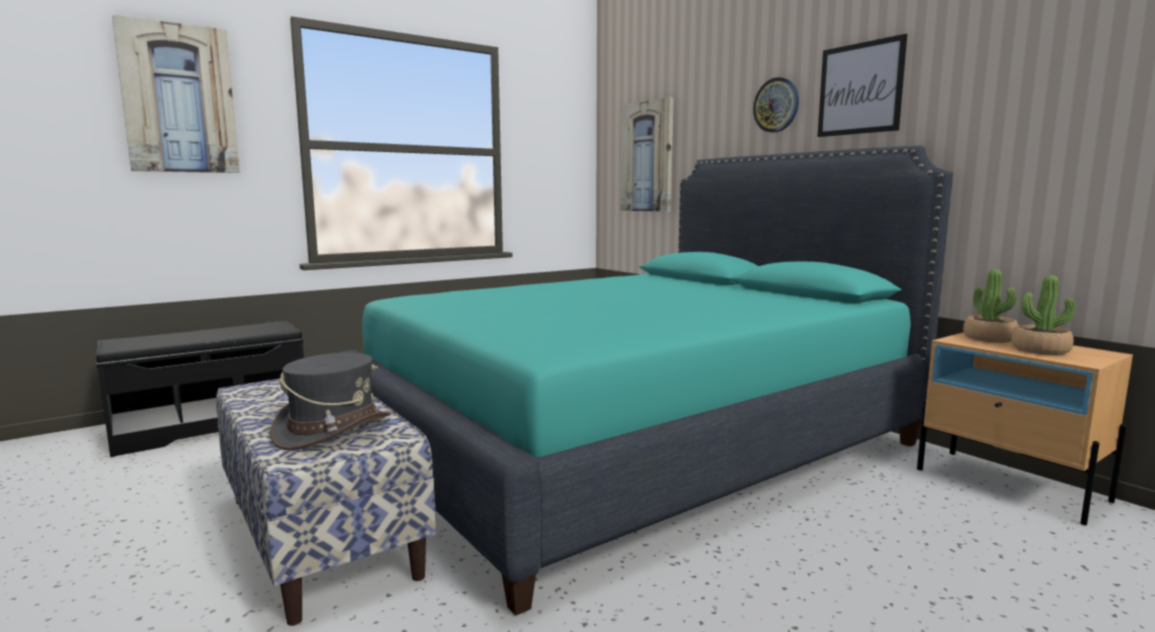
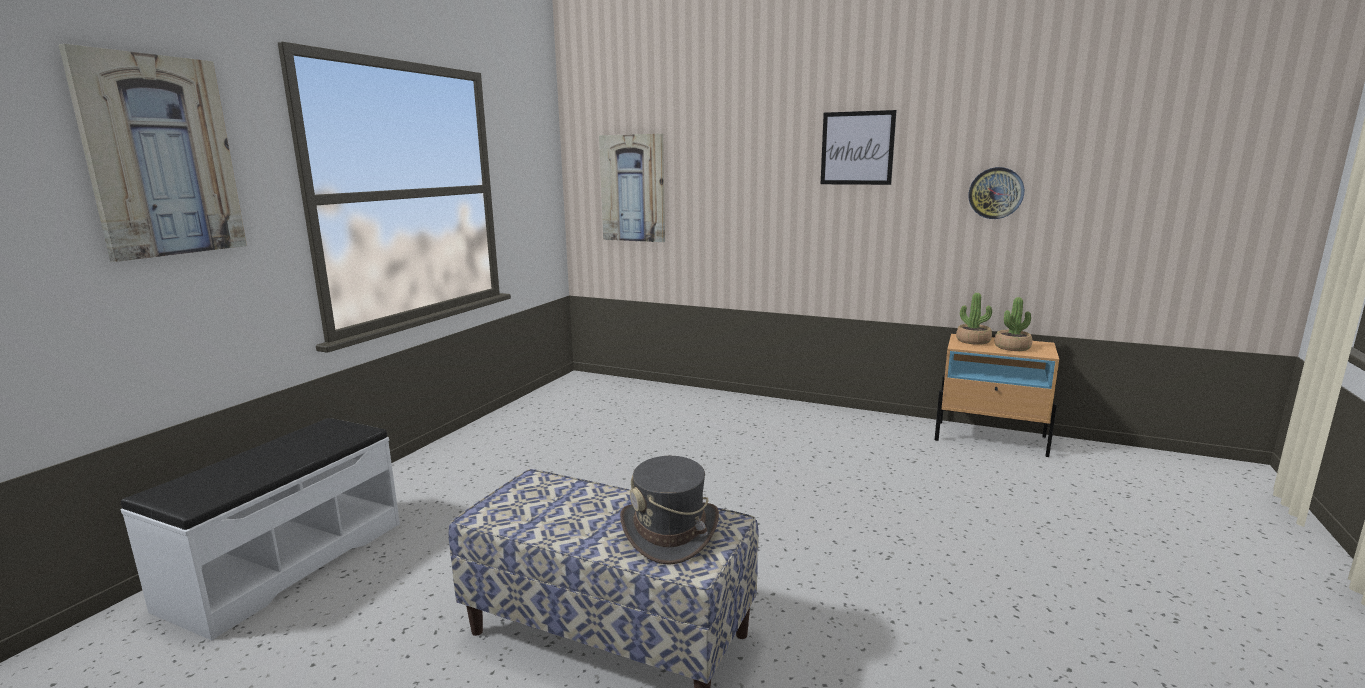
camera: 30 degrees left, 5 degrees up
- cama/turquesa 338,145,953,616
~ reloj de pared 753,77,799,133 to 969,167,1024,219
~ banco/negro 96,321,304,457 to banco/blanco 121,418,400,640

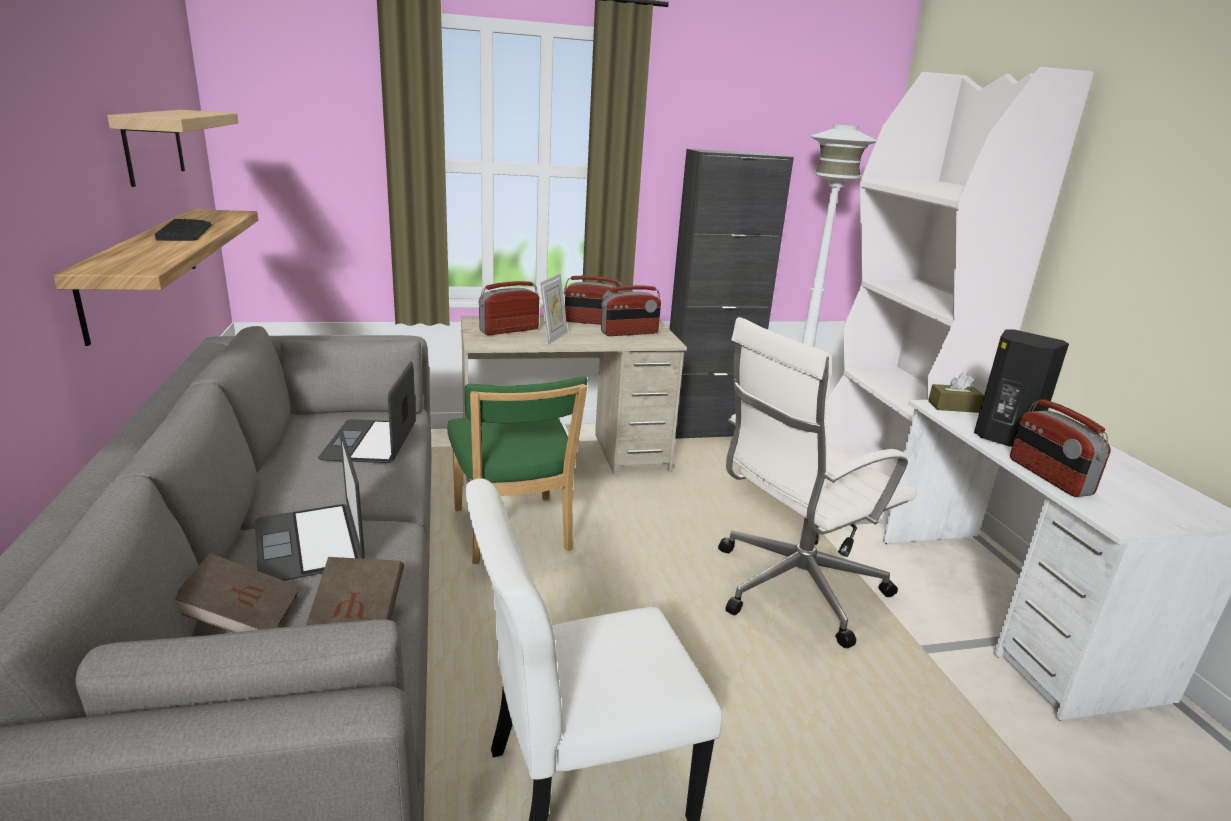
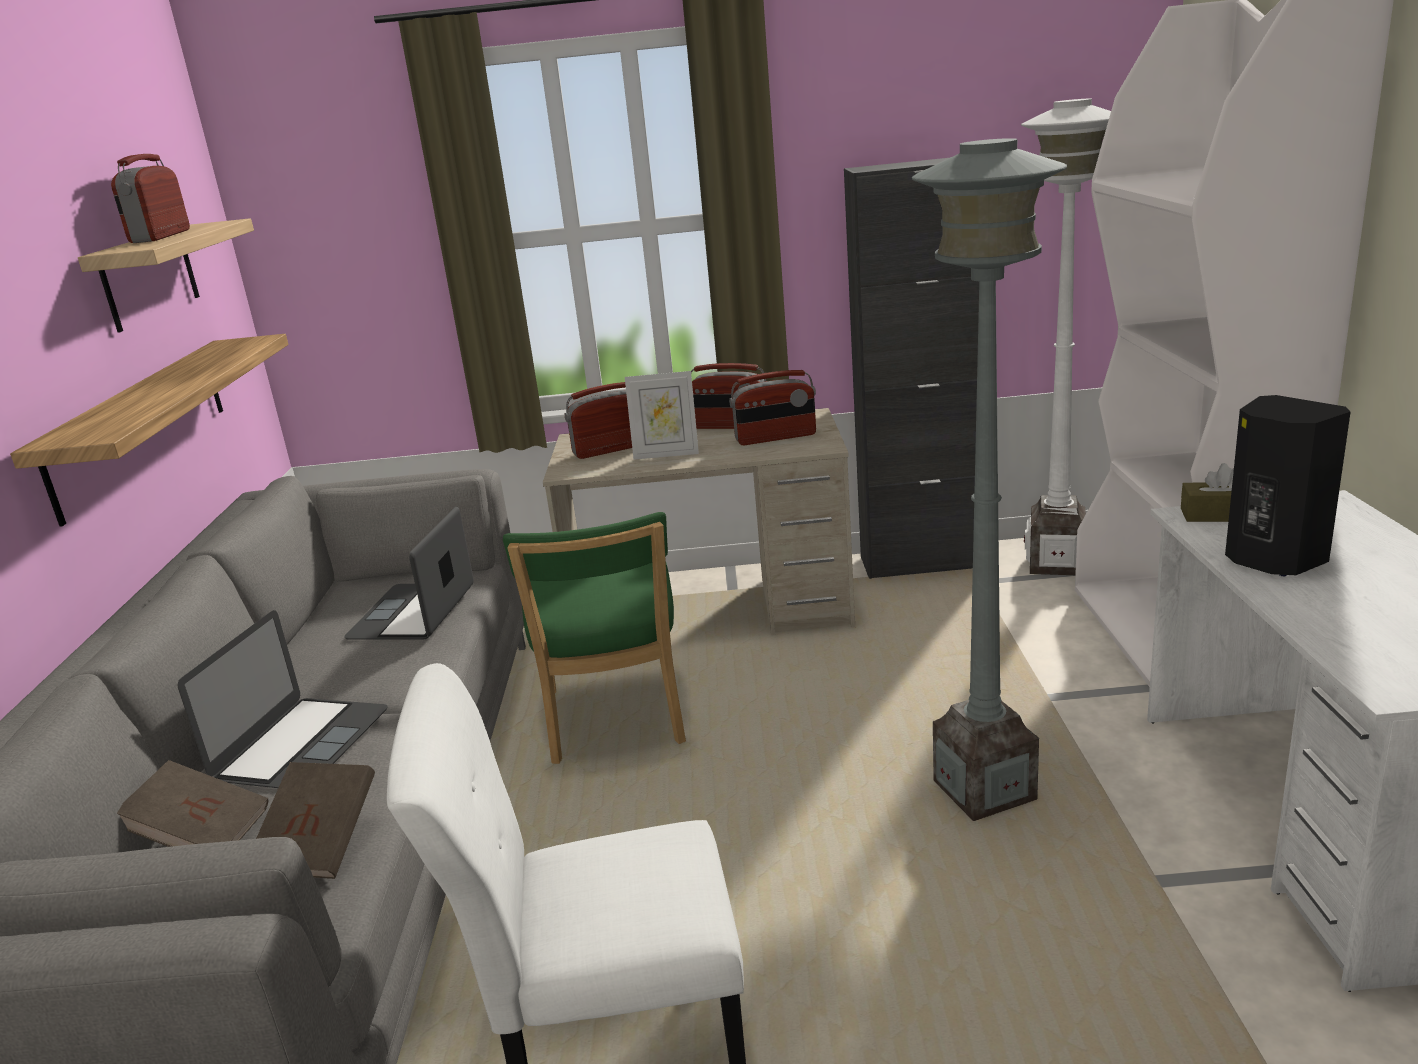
camera: 15 degrees right, 0 degrees up
- teclado 155,219,211,241
~ radio 1010,399,1111,497 to 111,154,190,243
~ silla de oficina/blanco 718,317,917,649 to lámpara de pie/gris 912,138,1067,821
~ portátil 255,430,365,581 = 177,610,388,788 150 degrees counterclockwise
~ portarretratos 540,273,568,345 = 625,371,699,460 60 degrees clockwise

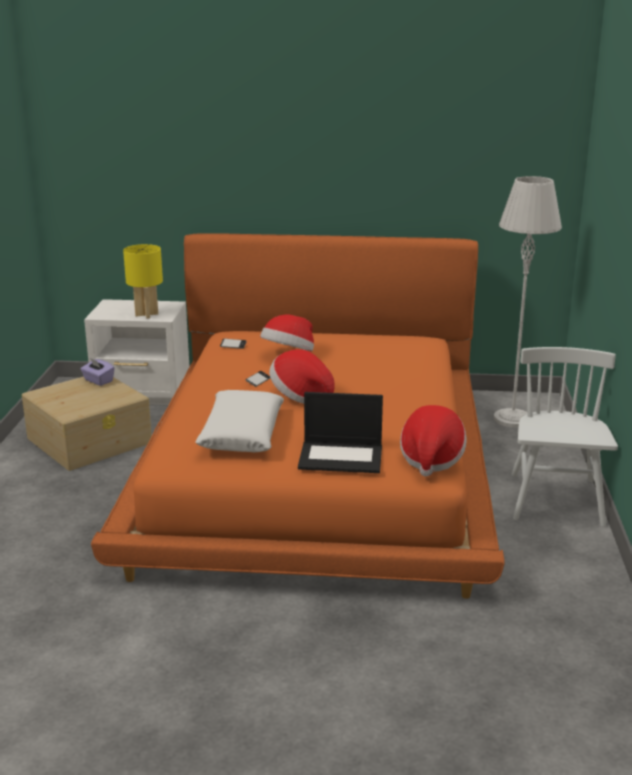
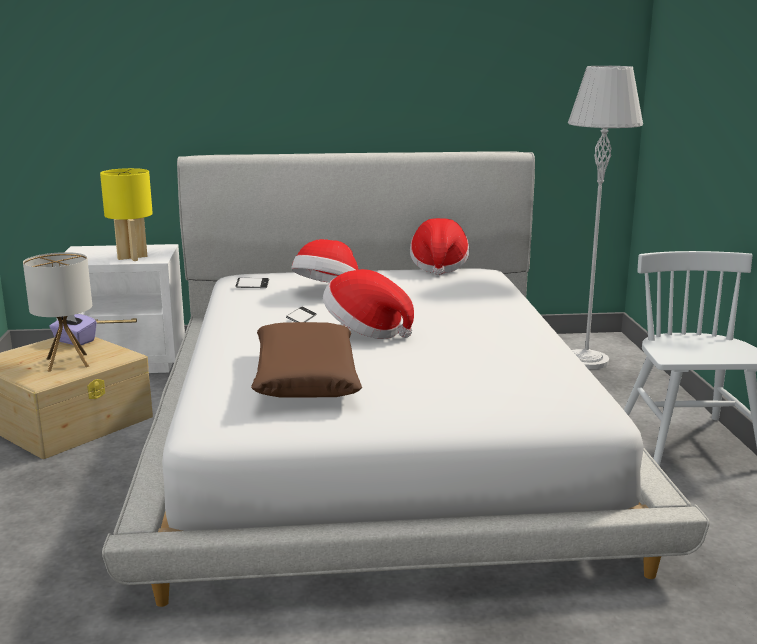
camera: 10 degrees left, 5 degrees down
- portátil 298,392,383,473
+ lámpara de mesa 23,252,92,372
~ sombrero 400,405,467,477 to 410,218,469,275
~ cama/naranja 91,233,505,599 to cama/blanco 102,151,710,607
~ cojín/blanco 196,390,284,452 to cojín/marrón 251,322,362,397

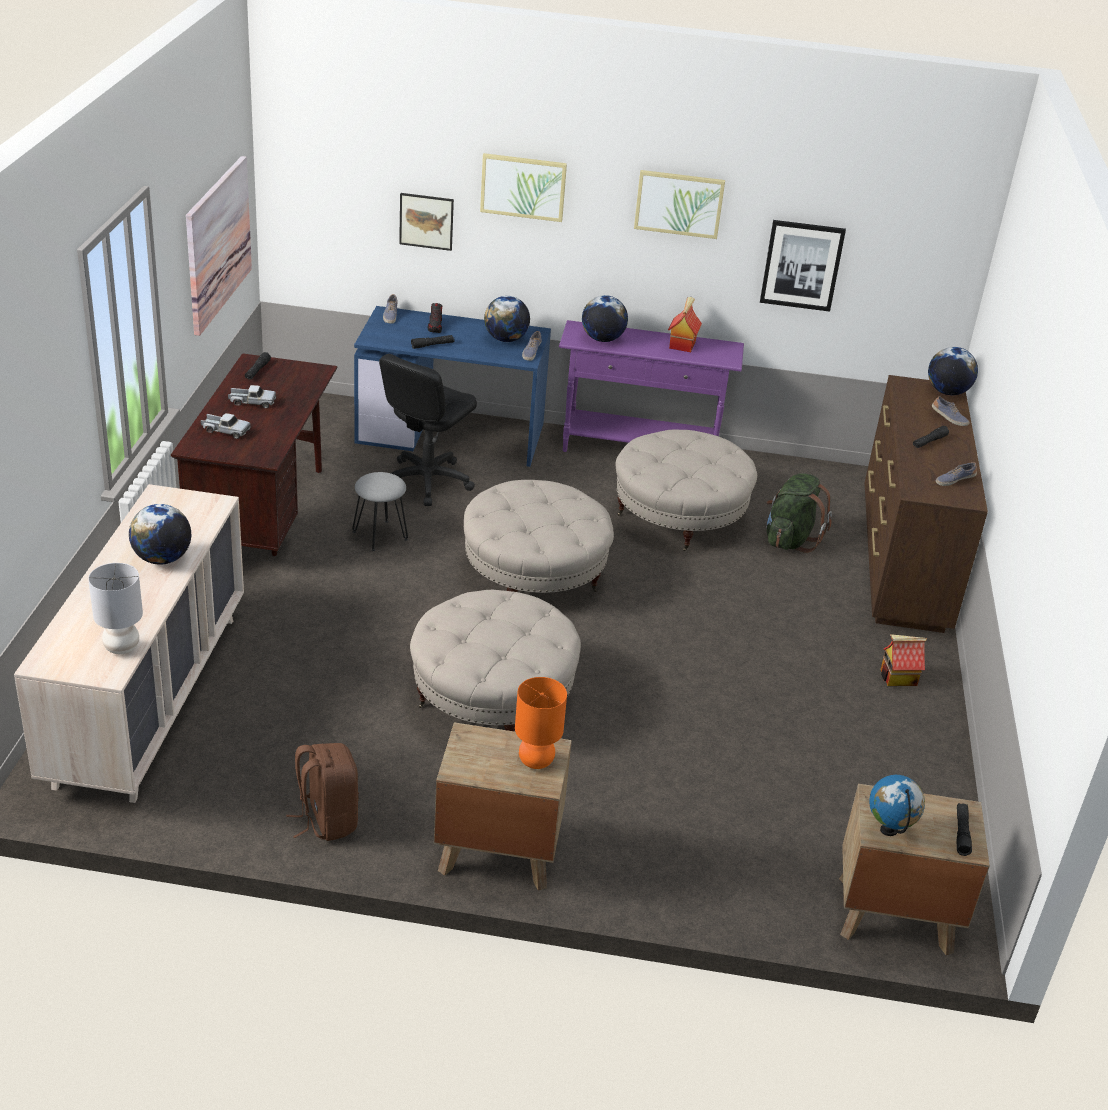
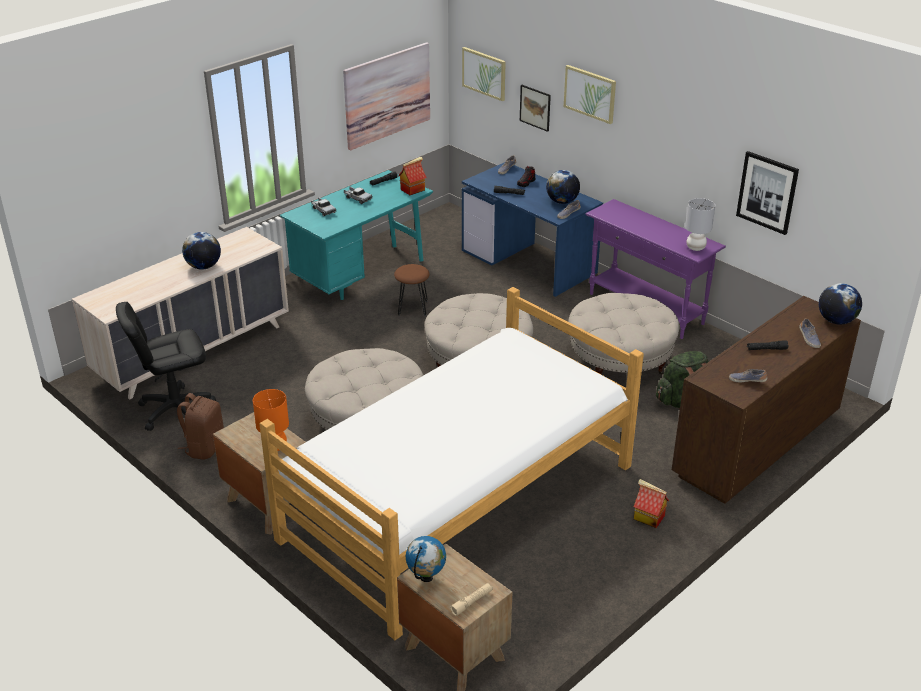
camera: 40 degrees right, 0 degrees up
- globo terráqueo 582,295,628,342
+ cama 259,287,644,640
~ lámpara de mesa/gris 88,563,143,654 to 685,198,715,251
~ silla de oficina/negro 379,354,477,506 to 116,302,216,431
~ cuadro 634,170,725,239 to 462,47,506,101
~ casita 668,297,702,352 to 398,157,427,195
~ escritorio/marrón 171,353,337,556 to escritorio/turquesa 280,170,433,300
~ taburete/gris 352,472,408,551 to taburete/marrón 394,264,430,316
~ linterna/negro 956,803,972,856 to linterna/beis 450,583,493,616

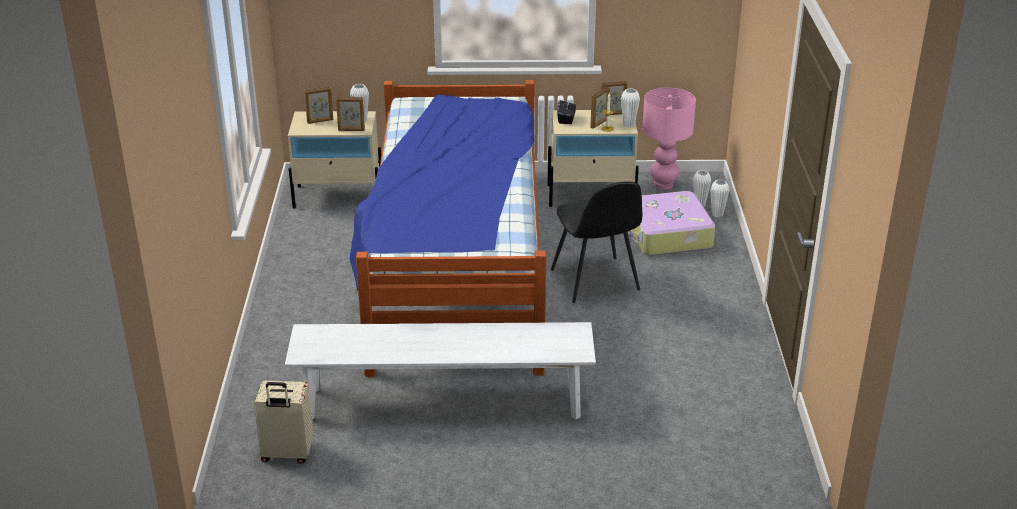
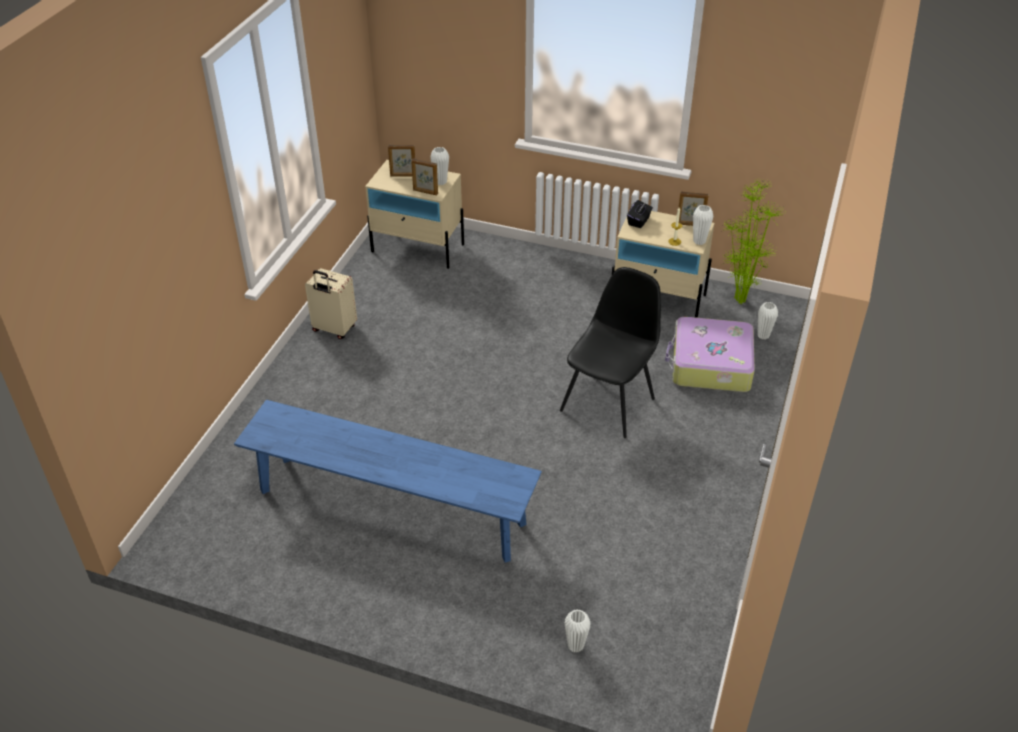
camera: 20 degrees right, 10 degrees up
- cama 350,80,546,377
- portarretratos 590,87,610,129
~ maleta/beis 254,381,314,464 to 305,268,357,339
~ florero/blanco 710,179,729,217 to 564,609,591,653
~ lámpara de mesa/rosa 642,87,696,189 to planta en maceta 723,178,786,305
~ banco/blanco 285,322,596,420 to banco/azul 234,400,542,563
~ silla/negro 551,181,642,303 = 560,267,661,438 150 degrees counterclockwise

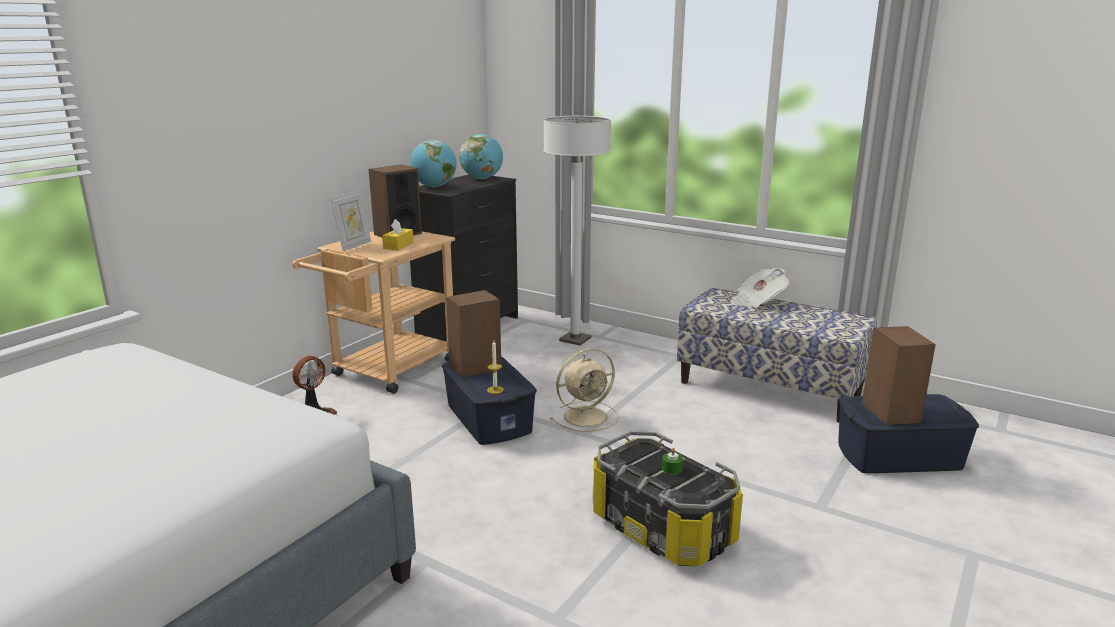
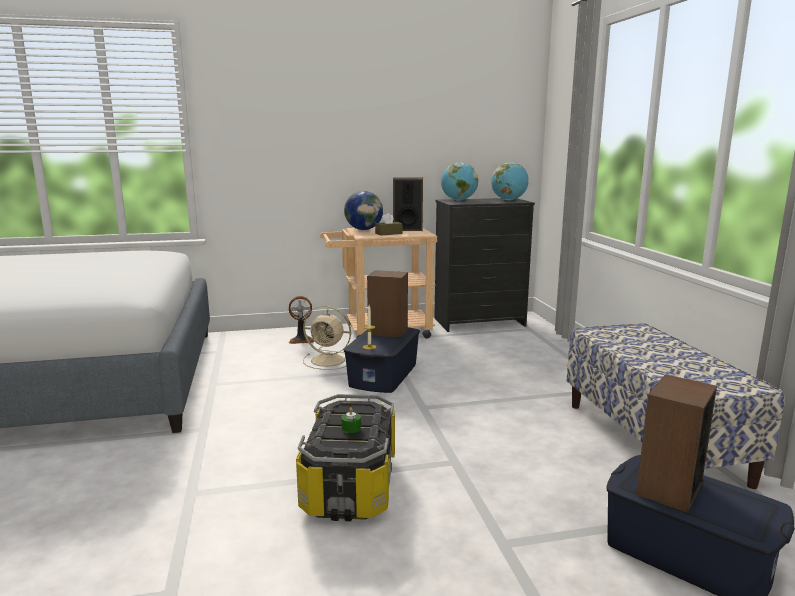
camera: 45 degrees right, 5 degrees down
- lámpara de pie/blanco 543,116,611,346
- periódico 730,268,789,308
~ ventilador/beis 550,348,619,432 to 303,305,351,370
~ portarretratos 331,190,371,251 to globo terráqueo 344,191,383,230
~ caja de pañuelos/amarillo 382,219,414,250 to caja de pañuelos/marrón 375,213,403,236

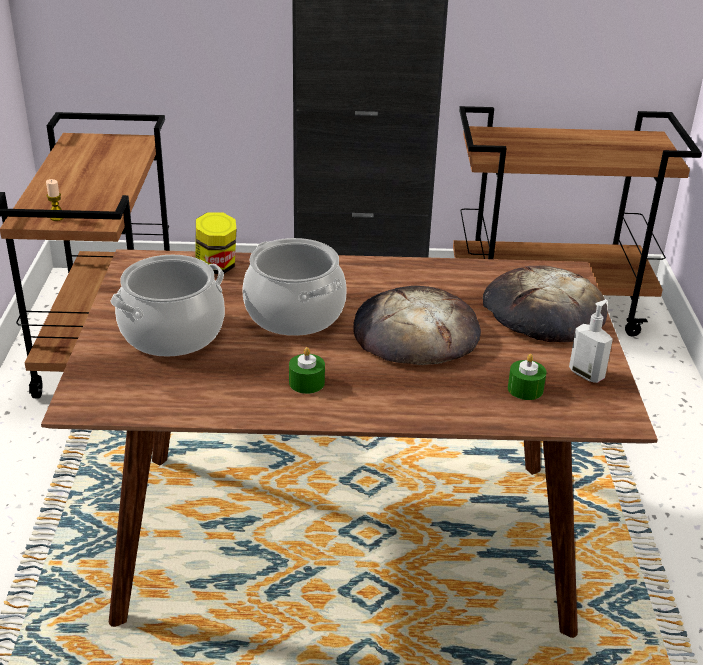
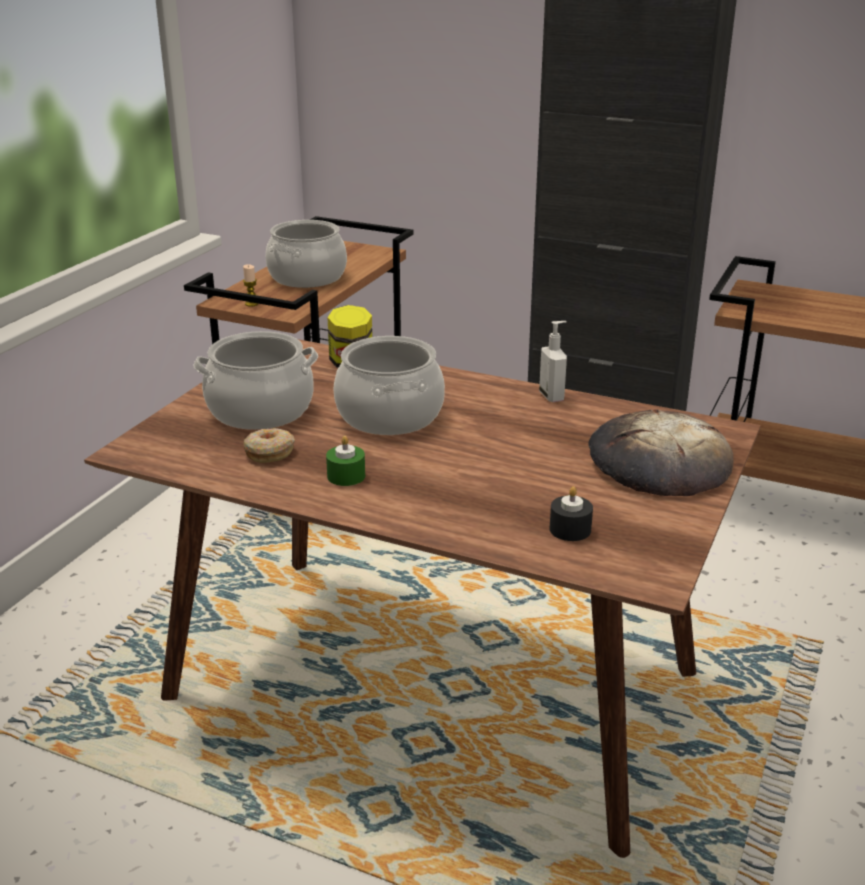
camera: 25 degrees right, 5 degrees down
- pan 353,286,481,365
+ rosquilla 243,428,295,463
+ olla 266,220,347,288
~ dispensador de jabón 569,300,613,383 to 539,321,567,402
~ vela/verde 508,354,547,400 to vela/negro 550,486,593,541

